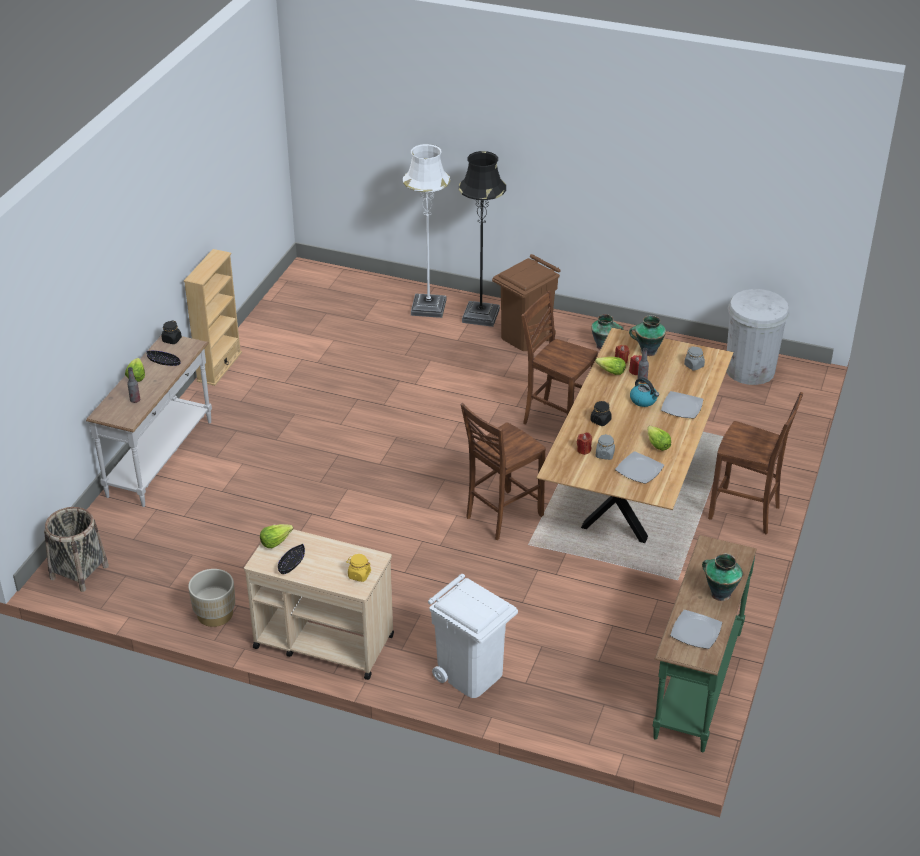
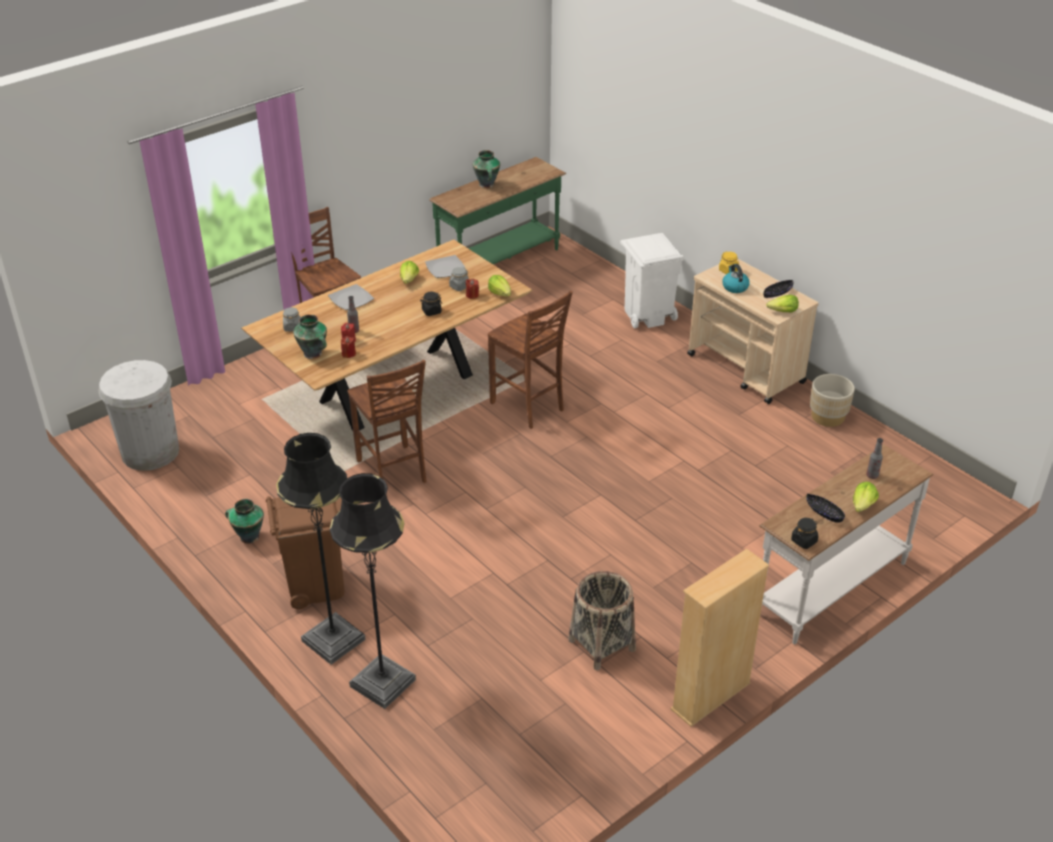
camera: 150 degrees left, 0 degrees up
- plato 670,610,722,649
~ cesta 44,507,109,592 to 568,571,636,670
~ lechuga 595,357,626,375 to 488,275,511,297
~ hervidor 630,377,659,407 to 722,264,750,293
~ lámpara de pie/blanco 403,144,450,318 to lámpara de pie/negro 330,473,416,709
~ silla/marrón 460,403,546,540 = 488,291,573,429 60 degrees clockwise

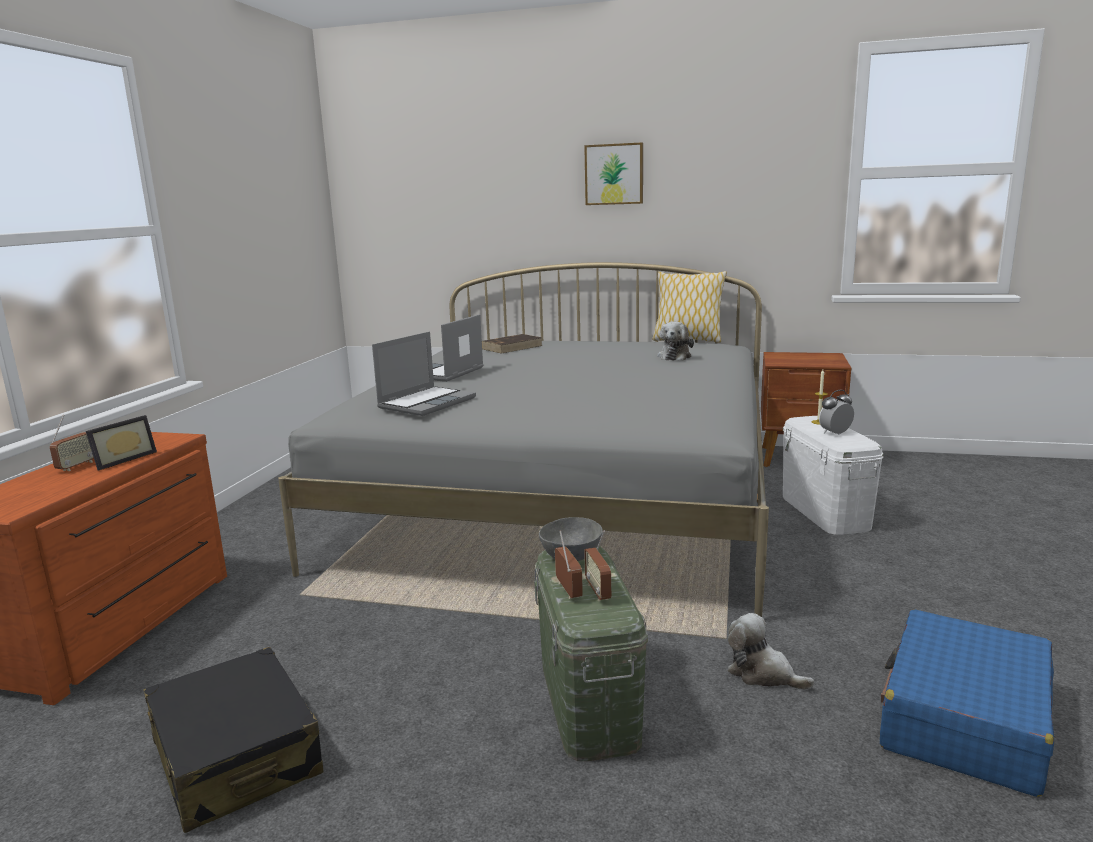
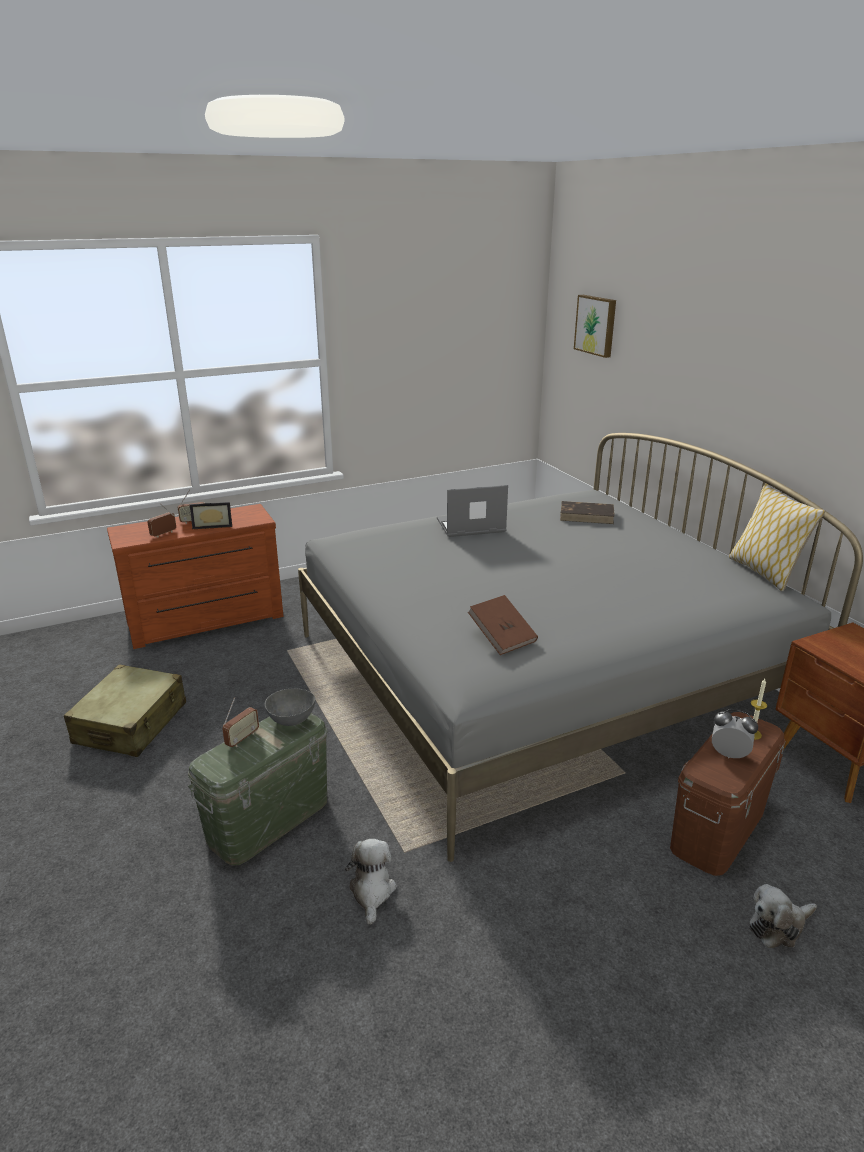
camera: 50 degrees right, 10 degrees up
- portátil 372,332,476,416
- maleta/azul 880,610,1054,797
+ libro/marrón 468,595,538,655
~ cuadro 584,142,643,205 to 574,295,616,358
~ radio 584,531,611,601 to 148,503,176,538
~ peluche 657,322,694,361 to 749,884,817,948
~ maleta/negro 143,647,323,833 to maleta/beis 64,664,186,757
~ caja de almacenaje/blanco 783,416,884,535 to caja de almacenaje/marrón 670,712,785,876

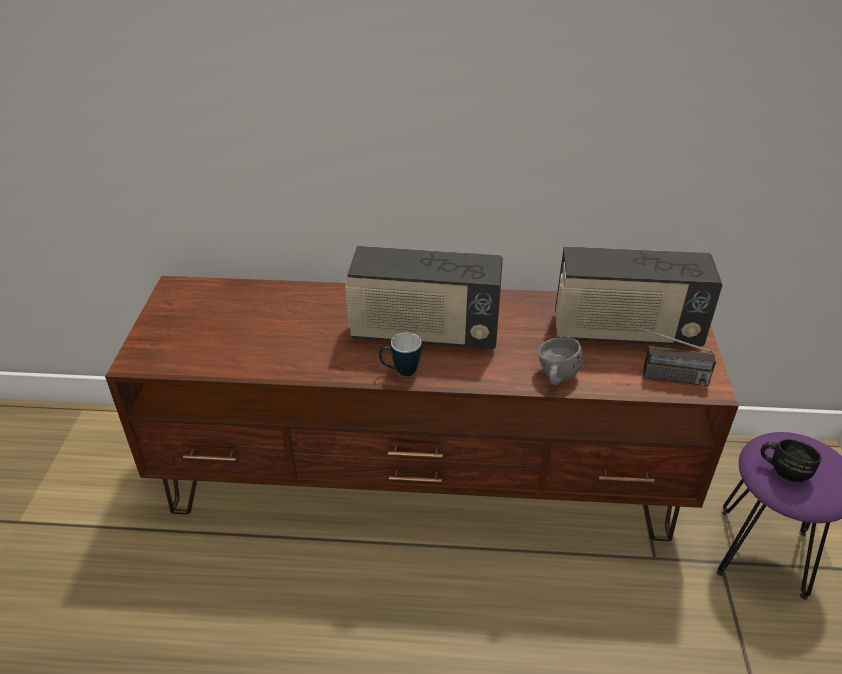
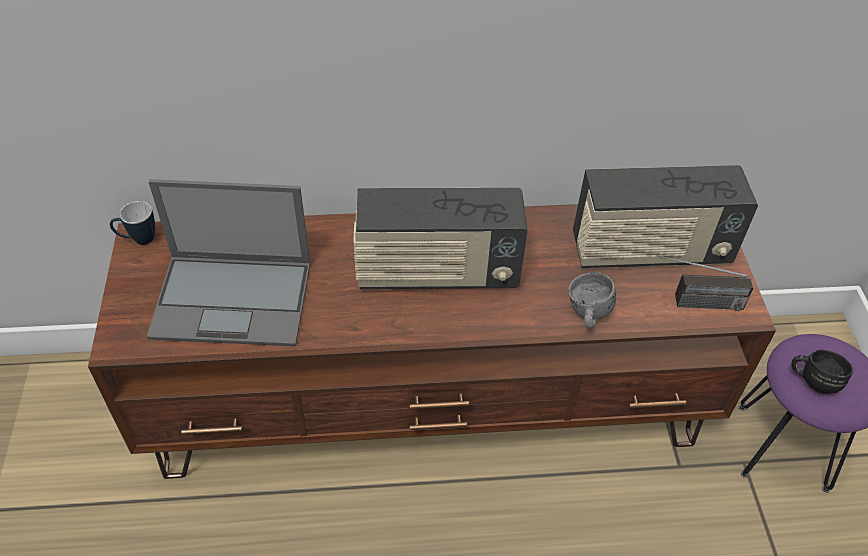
camera: 10 degrees left, 10 degrees up
+ portátil 147,179,311,346
~ taza grande 379,332,422,376 to 110,201,155,245

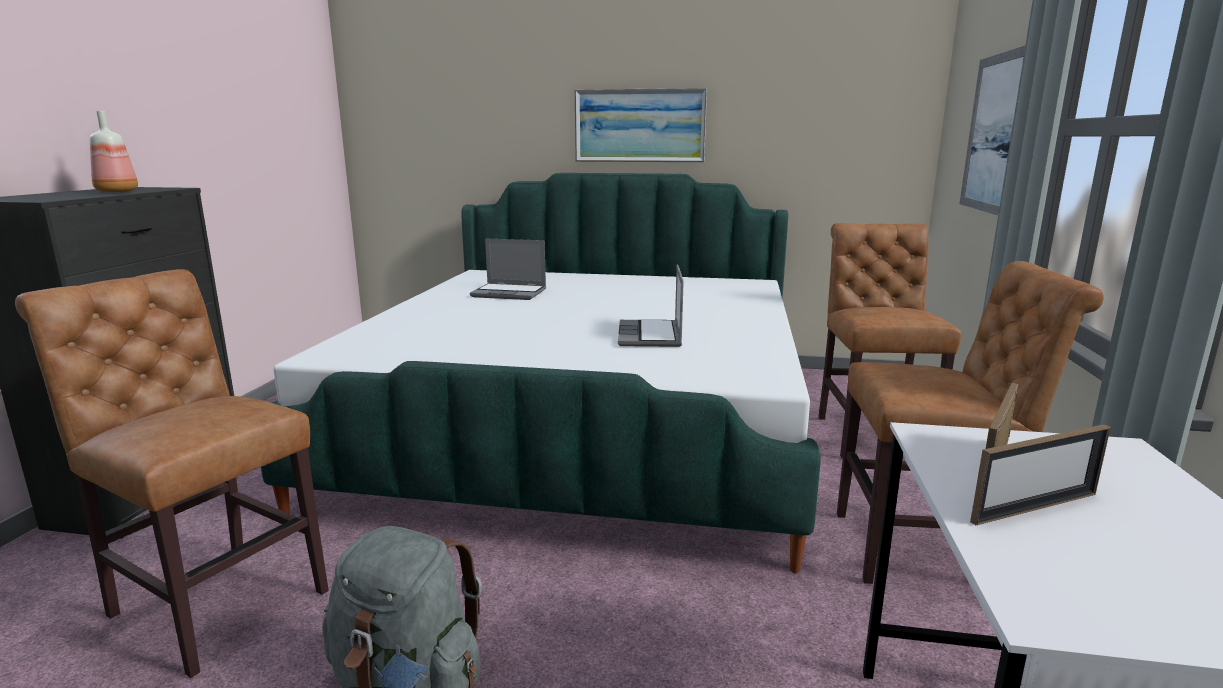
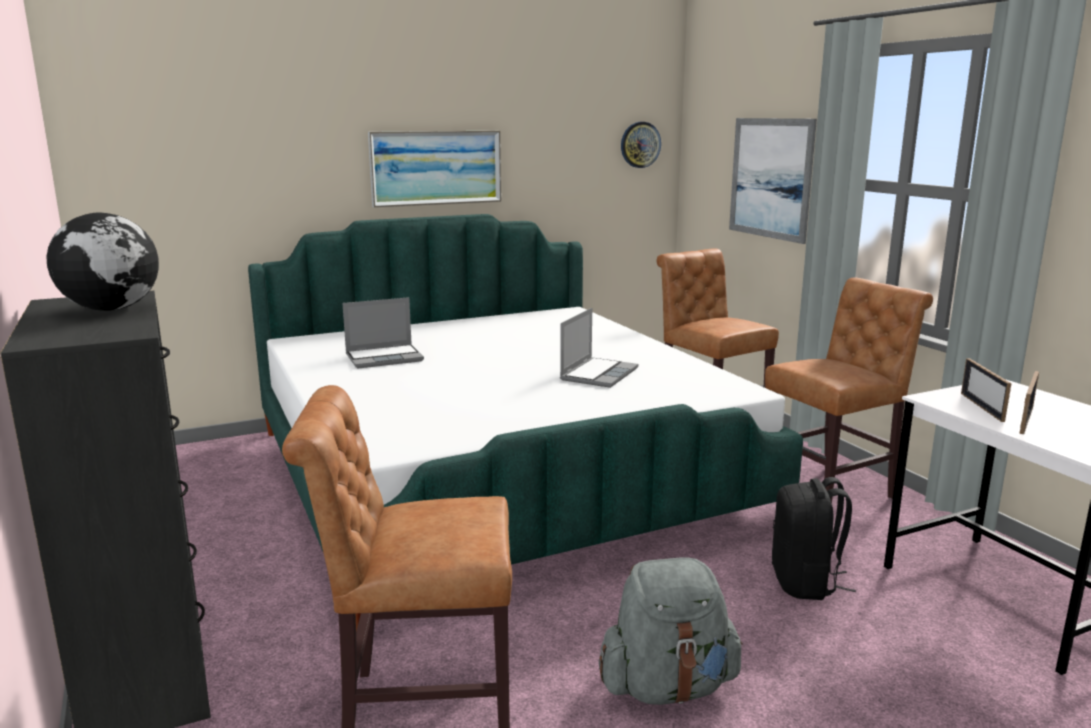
camera: 35 degrees left, 0 degrees up
+ reloj de pared 621,122,661,168
+ mochila/negro 772,477,856,600
~ botella 90,111,138,192 to globo terráqueo 46,212,159,311
~ portátil 618,265,684,347 = 560,308,638,388 120 degrees counterclockwise

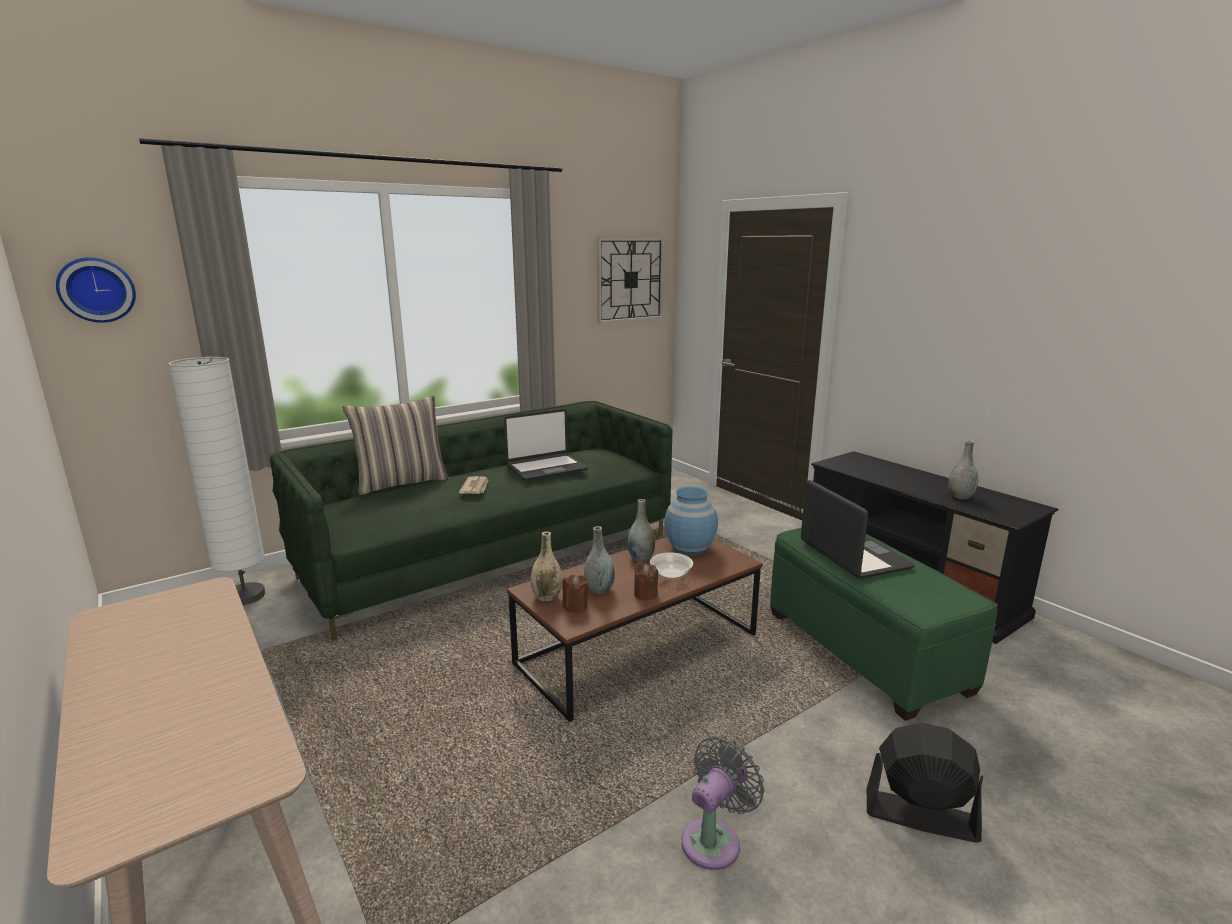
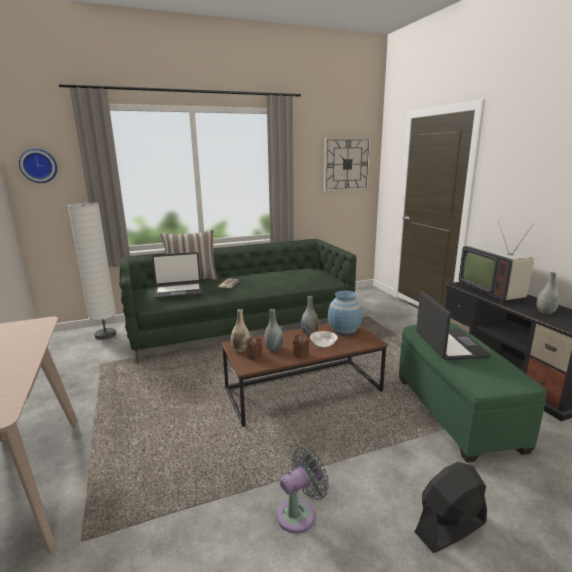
camera: 15 degrees right, 0 degrees up
+ televisor 459,221,534,303
~ portátil 504,409,588,480 to 152,252,203,299
~ ventilador/negro 867,722,983,843 = 415,462,487,553 60 degrees counterclockwise

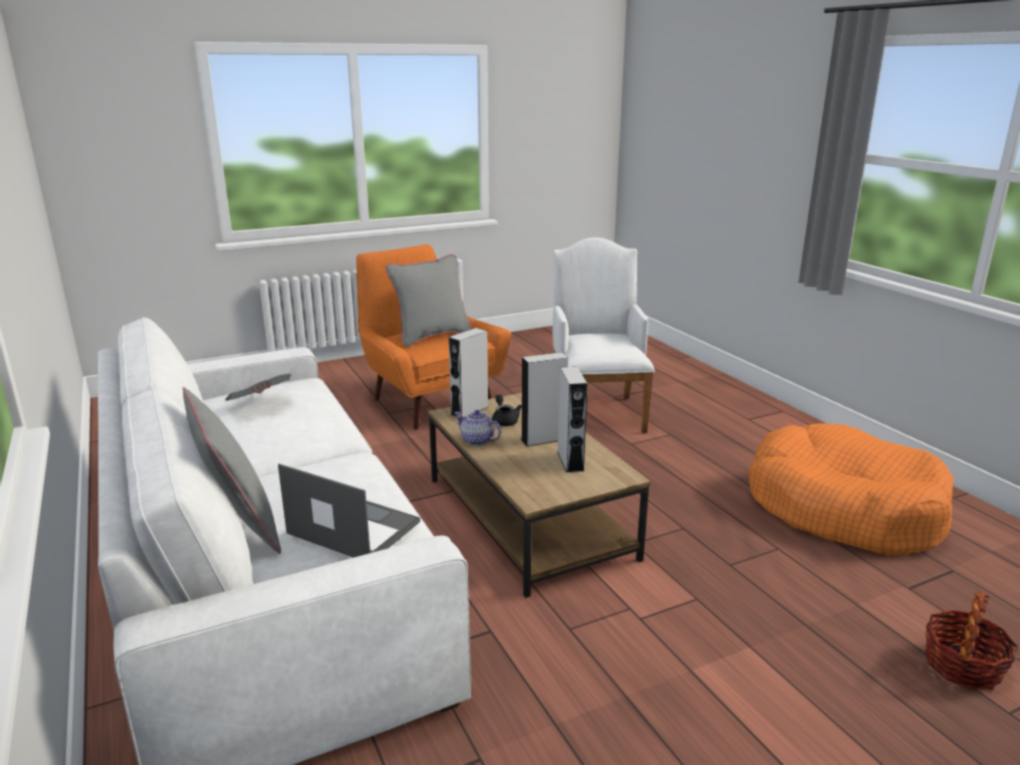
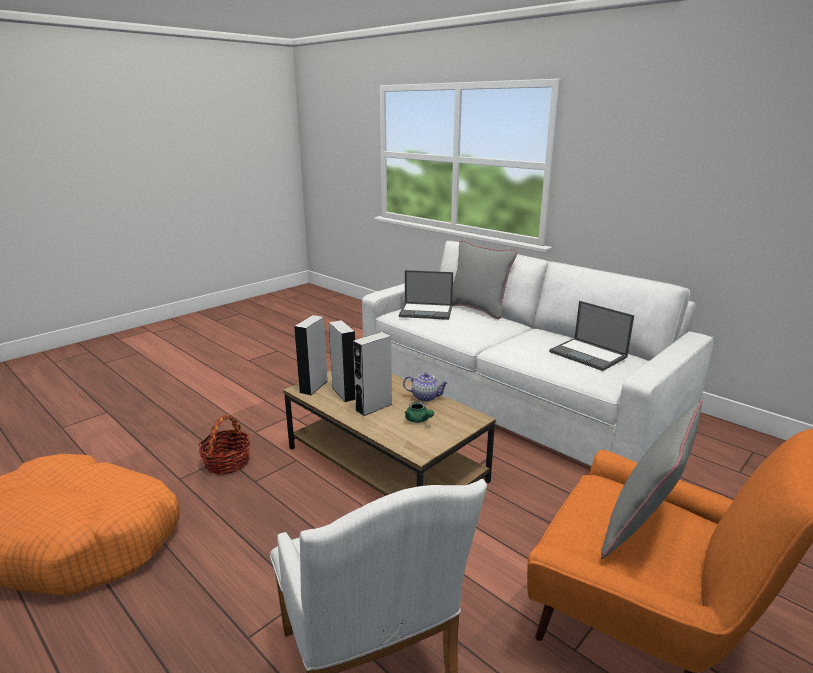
camera: 160 degrees right, 0 degrees up
~ altavoz/gris 449,328,488,419 to 294,315,328,395
~ cesta 925,592,1018,690 to 199,414,250,475
~ periódico 225,374,291,401 to portátil 549,301,634,371
~ tetera/negro 492,394,522,426 to tetera/verde 405,402,434,423

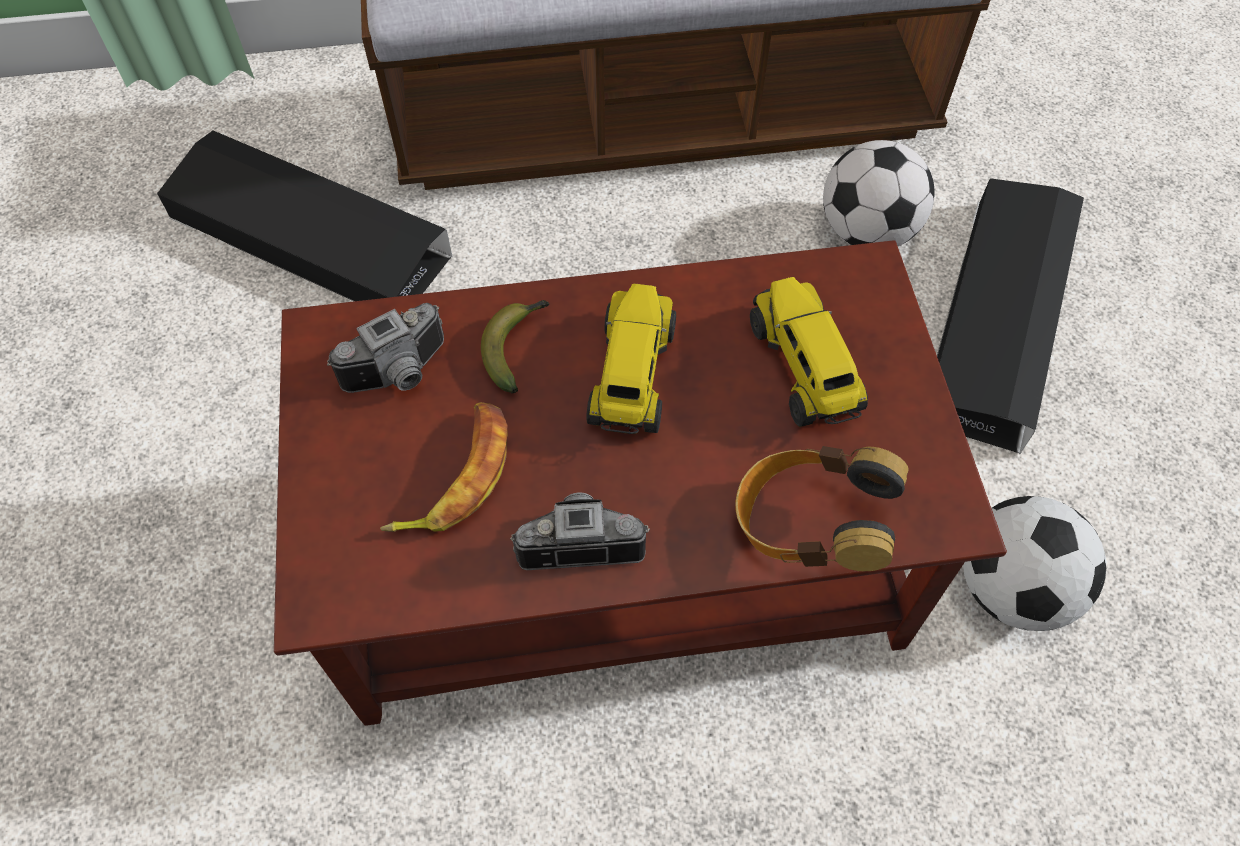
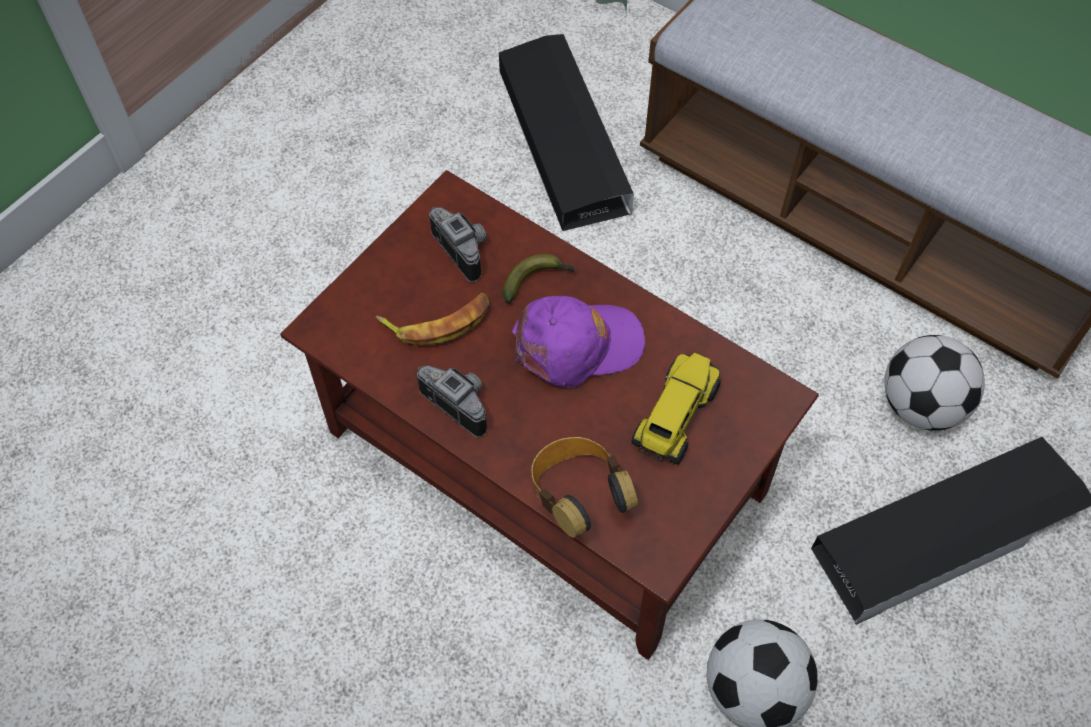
camera: 45 degrees right, 0 degrees up
~ camión de juguete 586,284,676,434 to gorra/morado 511,296,645,388
~ cámara 327,303,444,393 = 429,207,487,282 135 degrees counterclockwise

